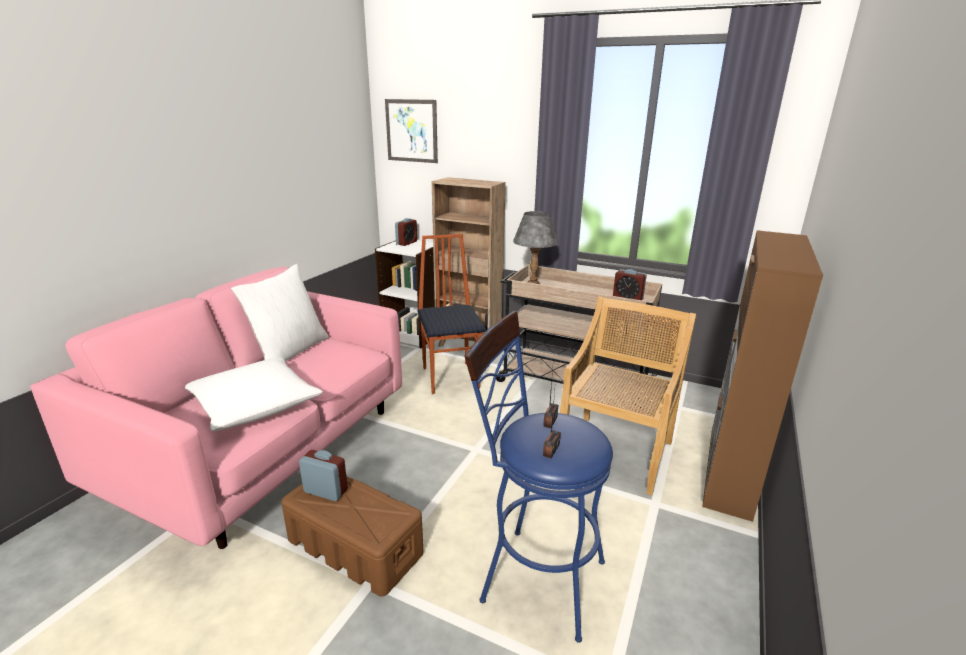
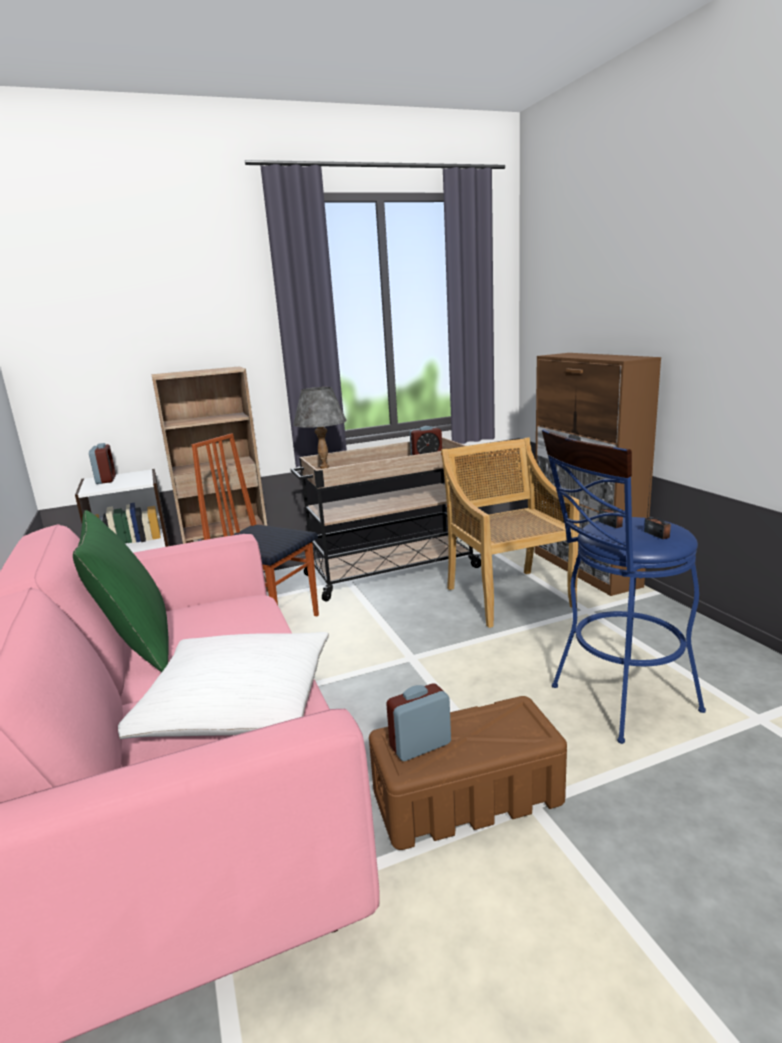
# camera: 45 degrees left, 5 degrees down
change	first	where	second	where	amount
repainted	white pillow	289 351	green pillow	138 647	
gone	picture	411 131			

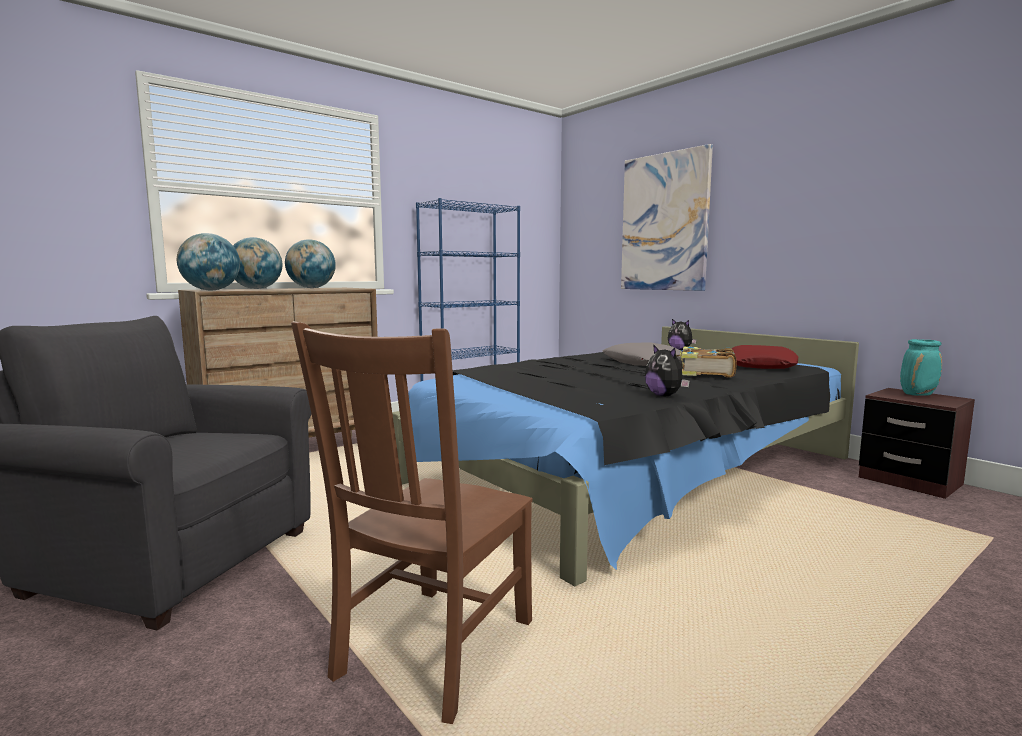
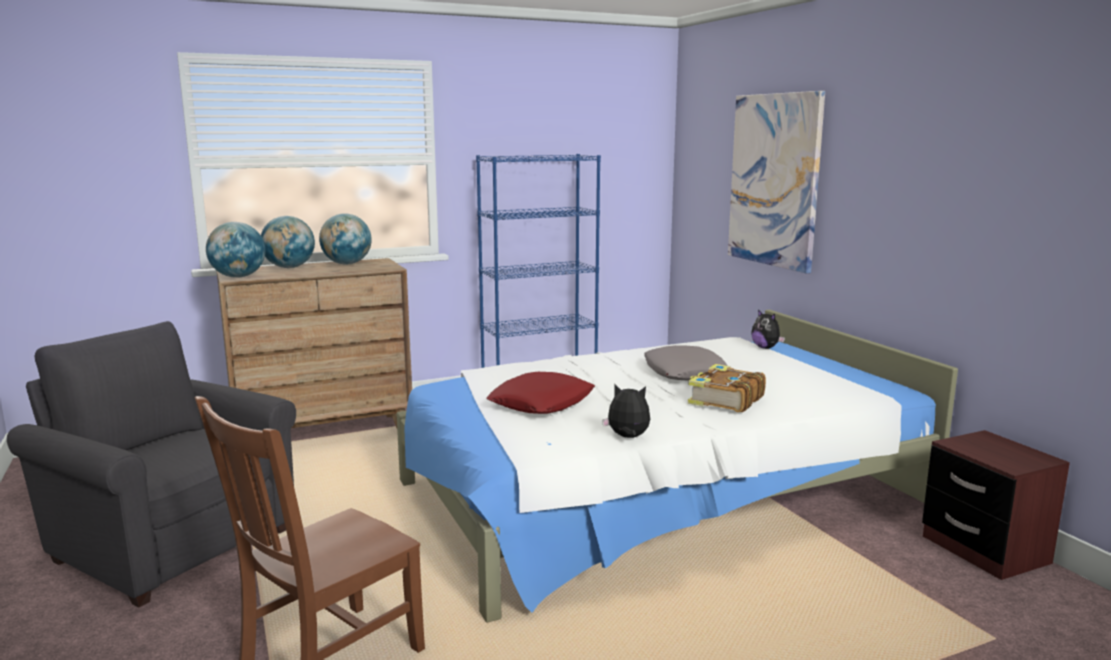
# camera: 15 degrees right, 5 degrees up
change	first	where	second	where	amount
repainted	black bed	632 470	white bed	657 495	
rotated	plush toy	664 396		627 437	120 degrees clockwise
shifted	red pillow	761 365		541 403	
gone	turquoise vase	918 394			

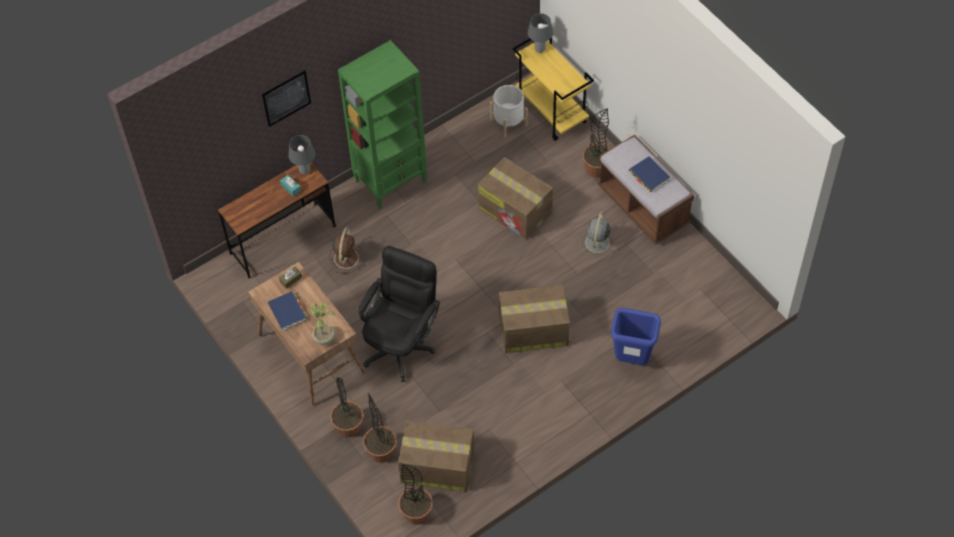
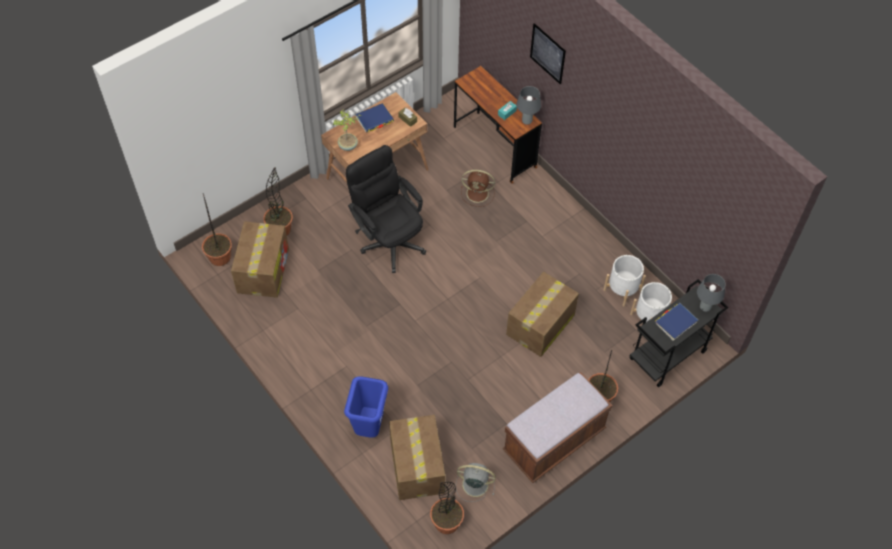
# camera: 85 degrees right, 0 degrees up
change	first	where	second	where	amount
shifted	potted plant	348 427		446 522	
gone	green bookcase	391 181			
rotated	black office chair	402 342		389 239	150 degrees counterclockwise
shifted	cardboard box	532 330		417 465	
repainted	yellow cart	552 112	black cart	667 356	
shifted	grey fan	597 243		474 484	
shifted	blue book	649 175		675 322	
new			white planter	622 290	

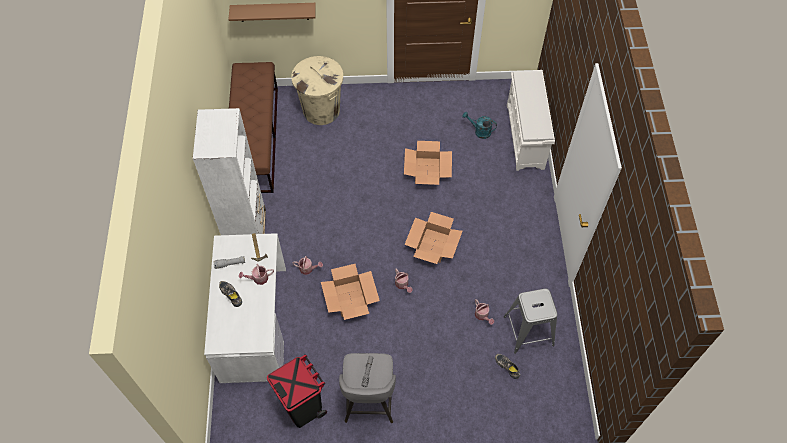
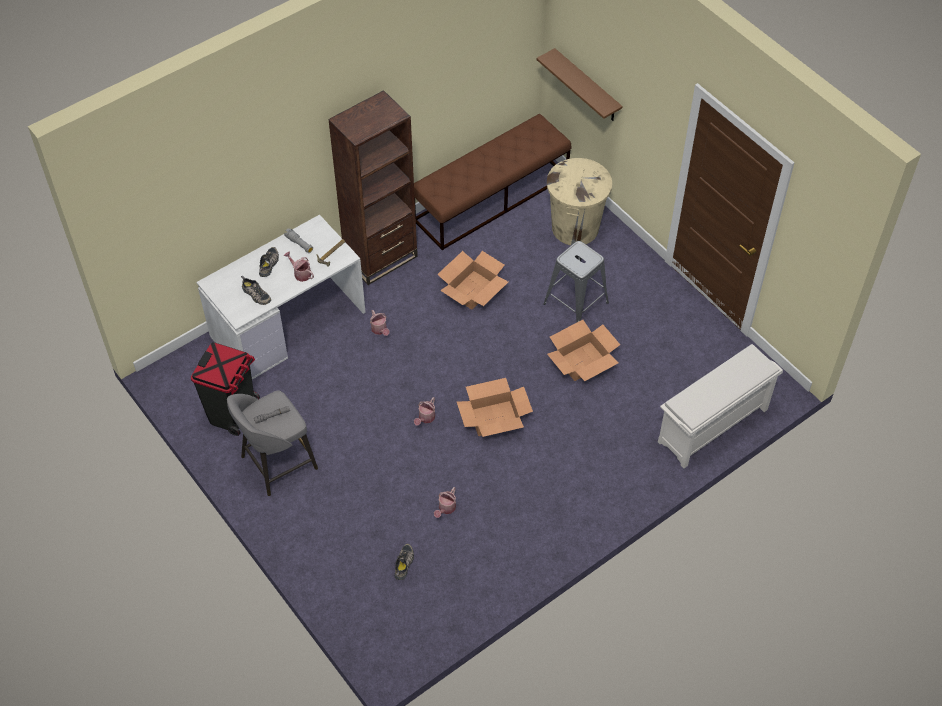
# camera: 55 degrees right, 5 degrees down
change	first	where	second	where	amount
repainted	white bookcase	247 232	brown bookcase	381 258	
shifted	cardboard box	350 298		472 290	
gone	turquoise watering can	479 131			
shifted	grey stool	528 330		576 303	
new			shoe	255 294	

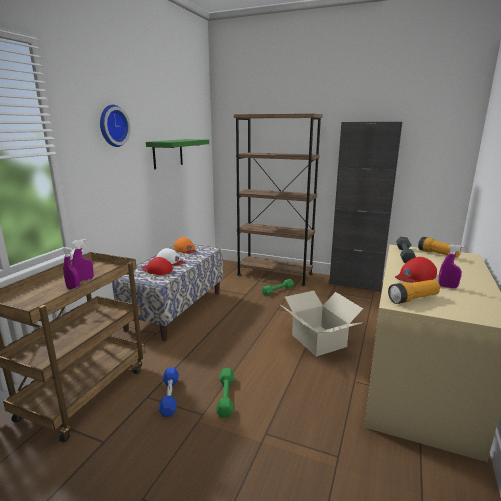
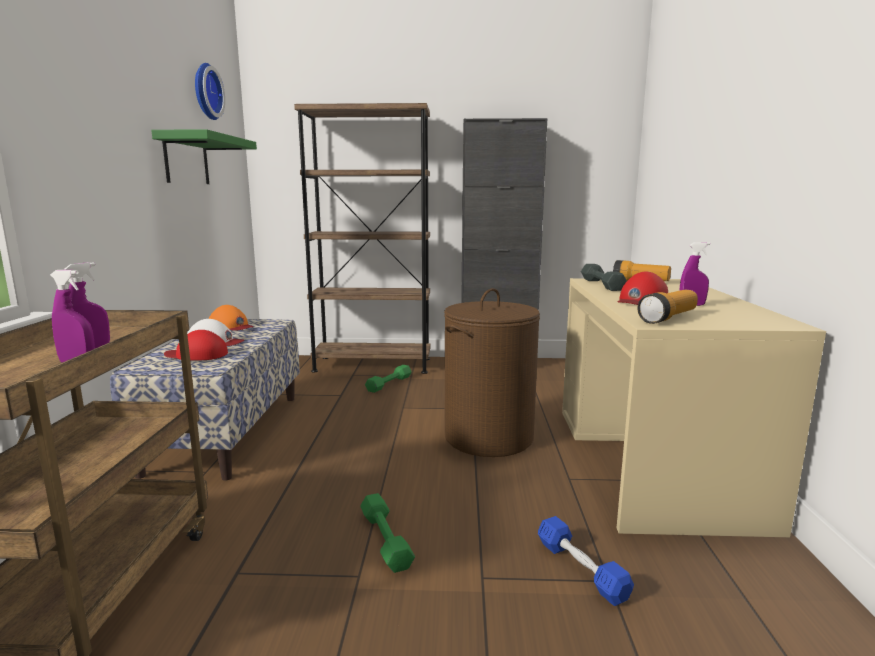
# camera: 20 degrees left, 5 degrees down
change	first	where	second	where	amount
shifted	wall clock	112 126		205 92	
shifted	blue dumbbell	169 396		581 570	
swapped	cardboard box	319 340	brown laundry basket	488 437	

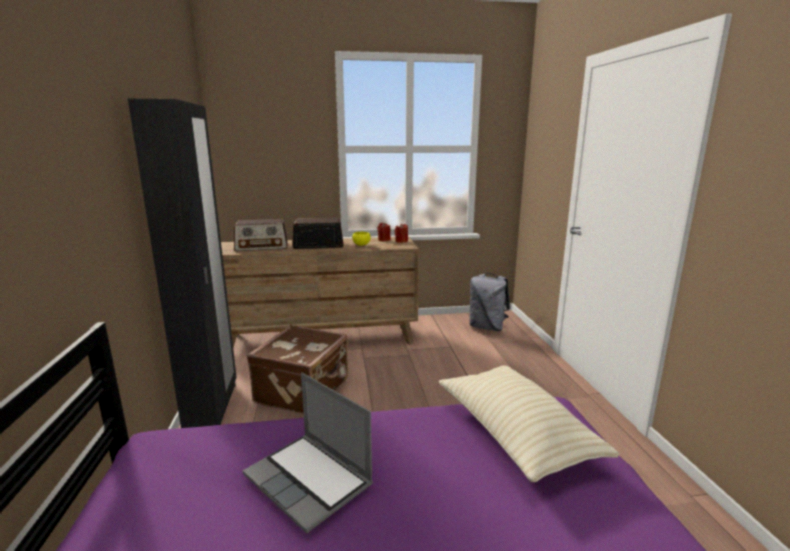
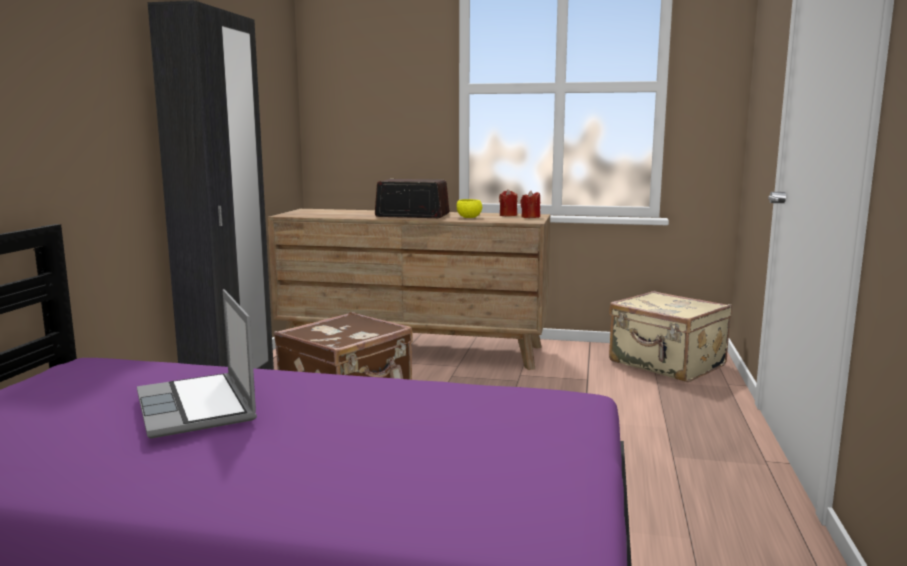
# camera: 20 degrees right, 5 degrees down
change	first	where	second	where	amount
gone	radio	262 247			
gone	beige pillow	515 434			
swapped	grey backpack	487 327	beige suitcase	666 365	

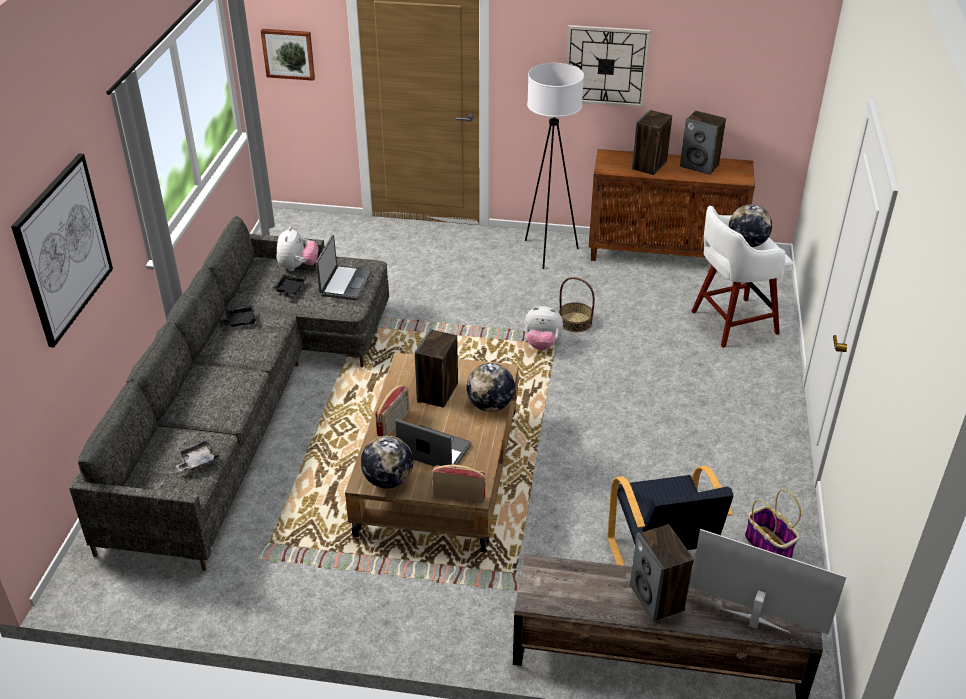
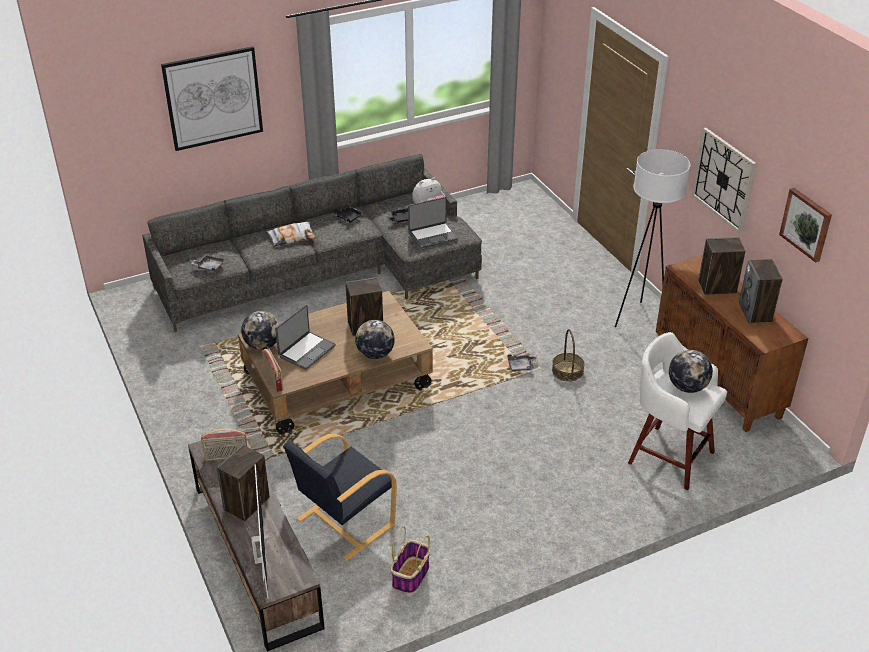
# camera: 55 degrees right, 0 degrees up
change	first	where	second	where	amount
shifted	picture	288 53		806 224	
shifted	radio	394 423		226 457	
rotated	laptop	433 451		306 351	45 degrees clockwise
swapped	plush toy	542 344	grey tray	521 366	
new			pillow	292 237	

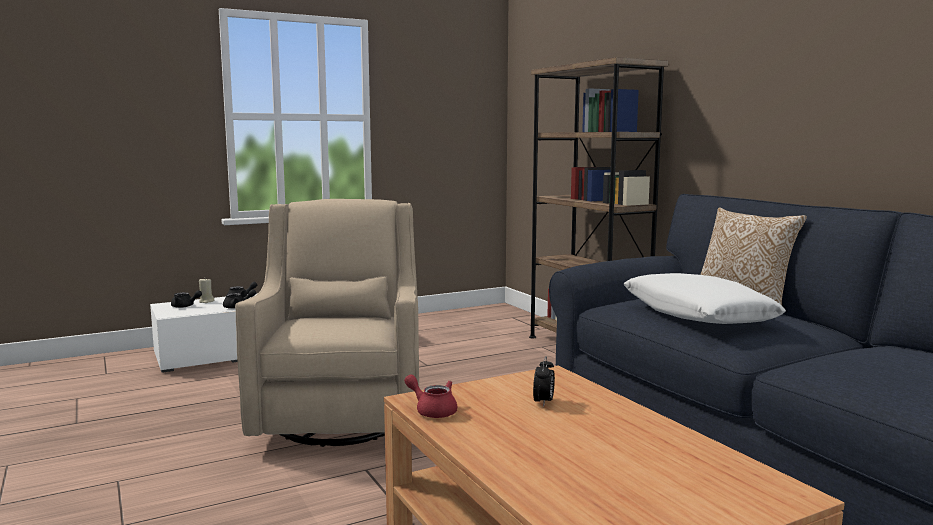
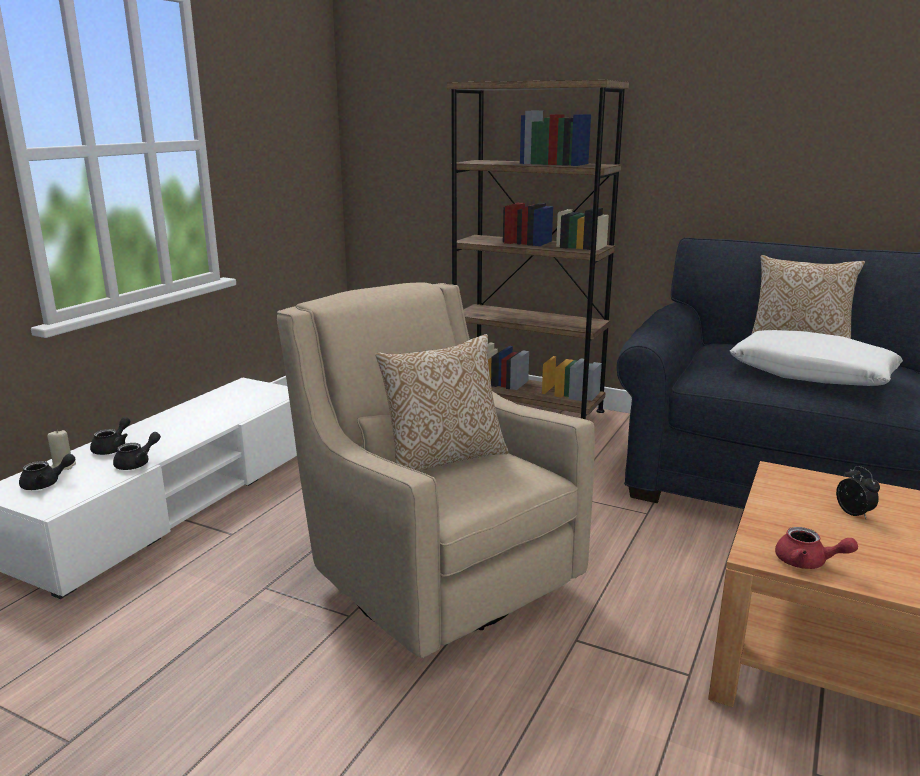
# camera: 35 degrees left, 10 degrees up
change	first	where	second	where	amount
rotated	red teapot	432 410		807 562	150 degrees counterclockwise
new			pillow	443 459	

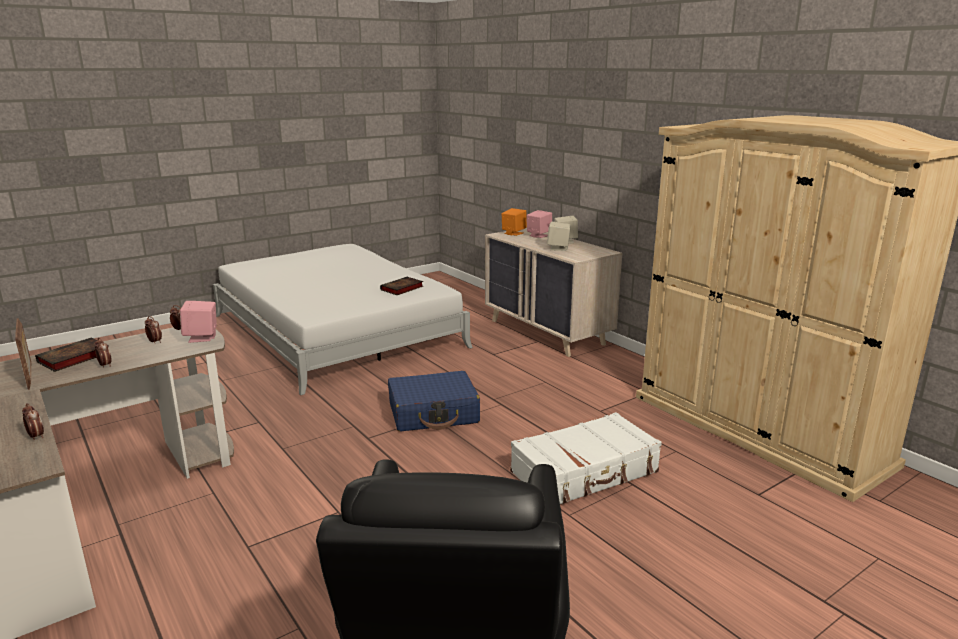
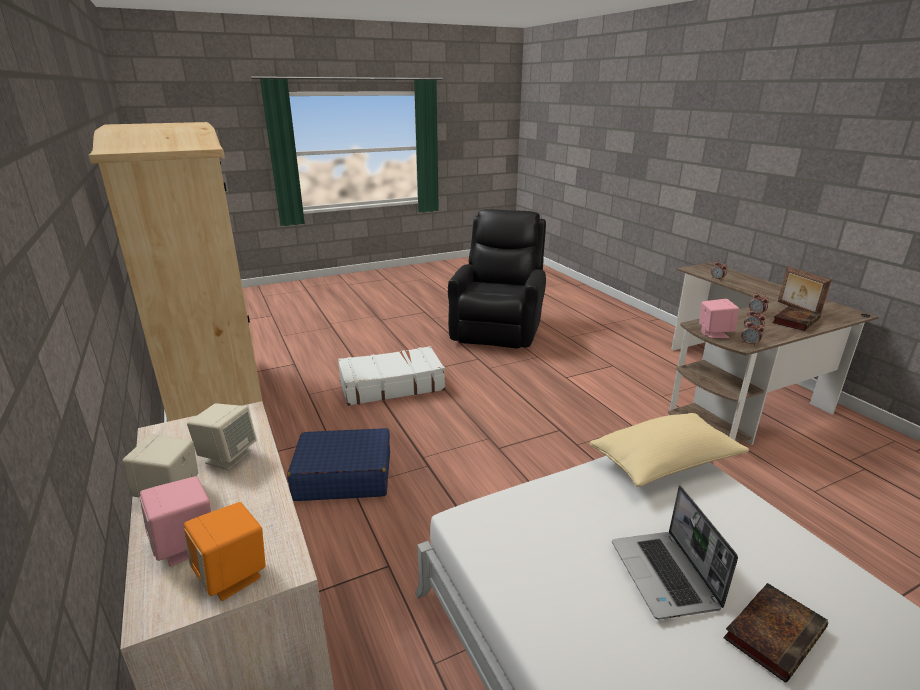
# camera: 170 degrees left, 5 degrees up
change	first	where	second	where	amount
shifted	book	401 289		774 632	
shifted	blue suitcase	433 413		343 476	
new			beige pillow	665 463	
new			laptop	665 576	

